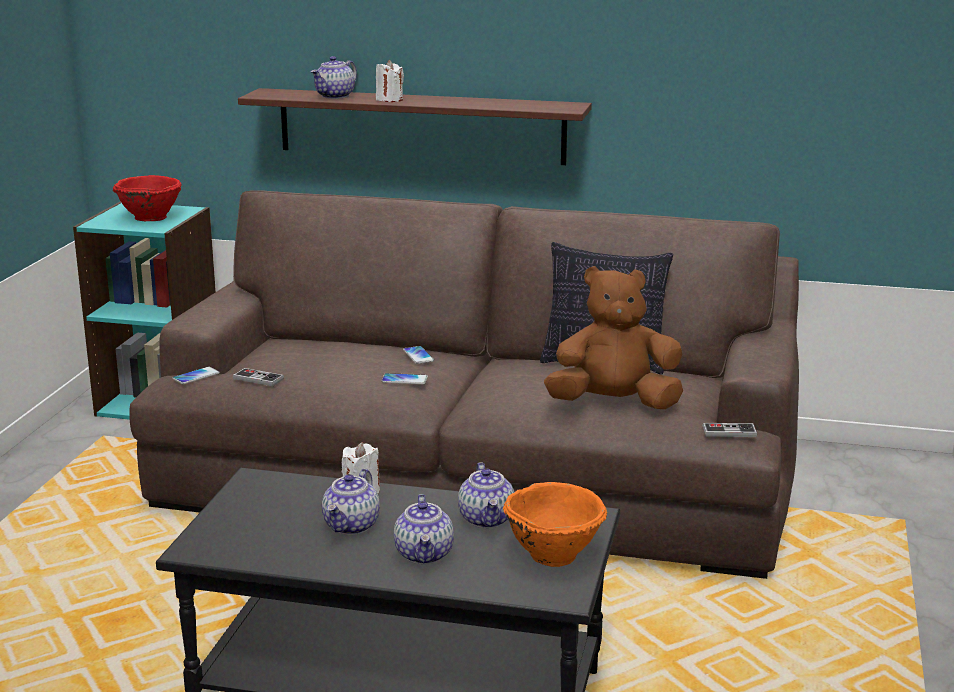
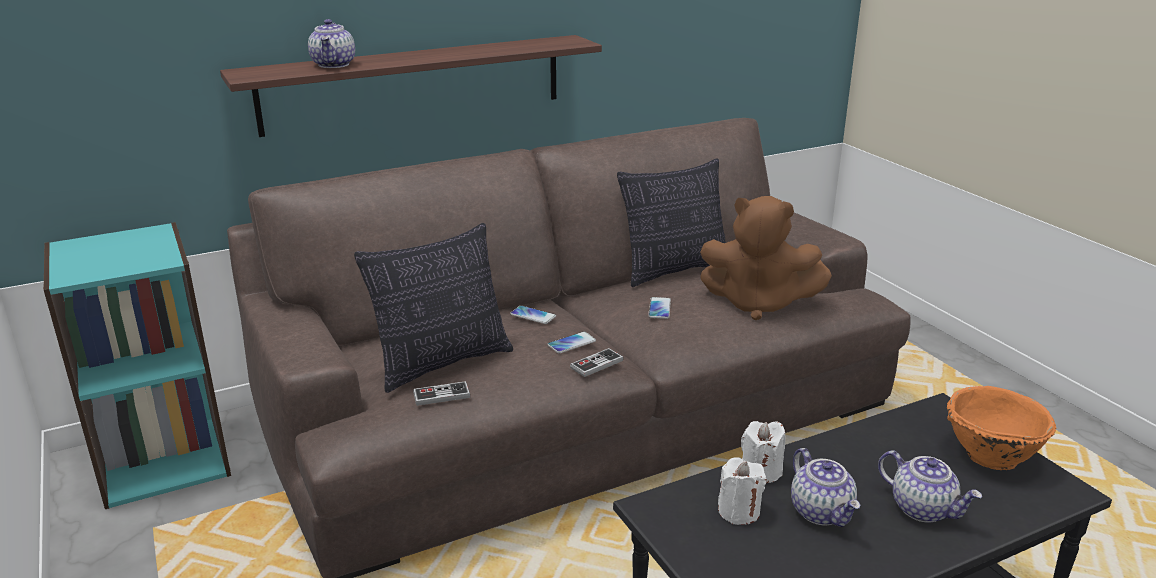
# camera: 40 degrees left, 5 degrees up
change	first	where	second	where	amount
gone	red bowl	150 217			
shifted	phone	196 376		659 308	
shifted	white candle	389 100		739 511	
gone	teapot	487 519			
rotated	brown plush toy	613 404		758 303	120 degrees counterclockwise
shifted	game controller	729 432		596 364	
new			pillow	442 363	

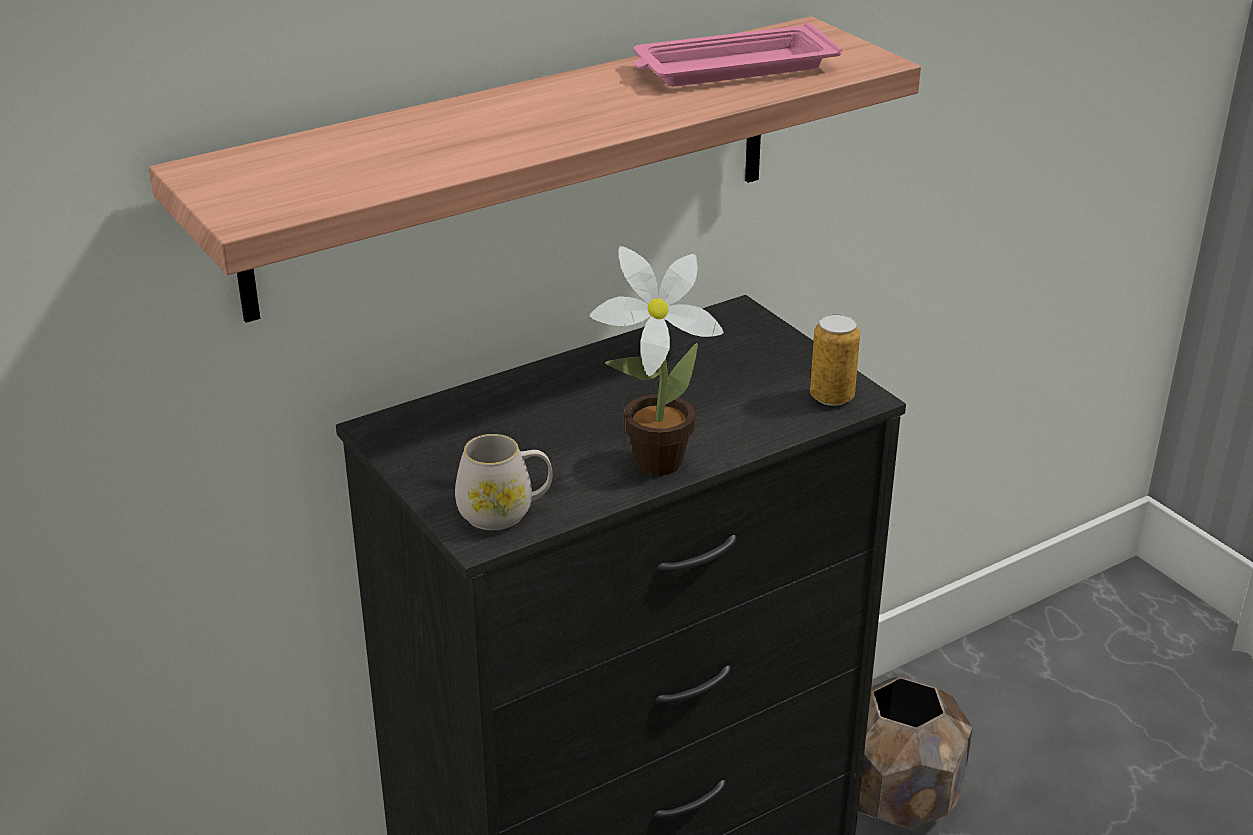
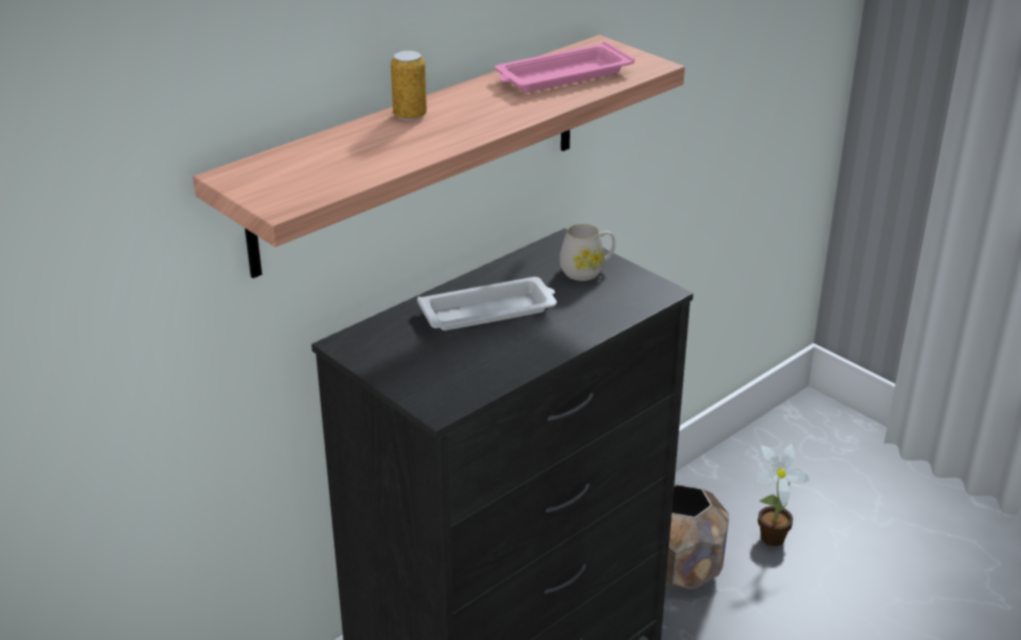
# camera: 10 degrees left, 0 degrees up
change	first	where	second	where	amount
shifted	white mug	505 512		587 271	
shifted	potted plant	649 463		768 539	
shifted	can	832 397		410 115	
new			white tray	490 311	

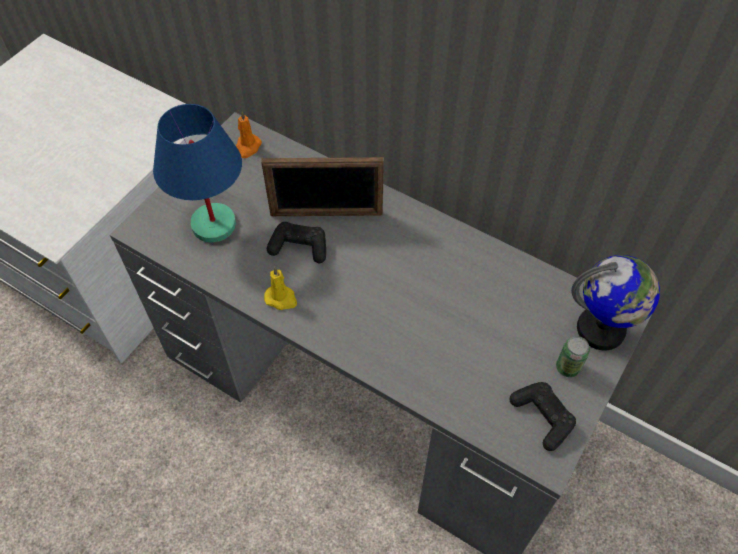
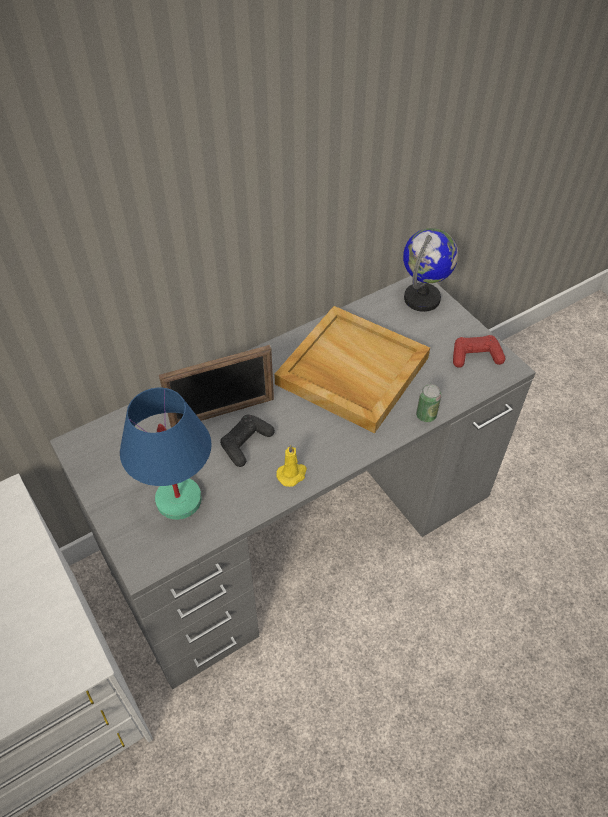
# camera: 65 degrees left, 5 degrees down
change	first	where	second	where	amount
gone	orange candle	248 147			
rotated	picture frame	326 214		223 413	45 degrees clockwise
repainted	black game controller	542 417	red game controller	475 356	
shifted	can	567 367		426 415	
new			beige tray	351 371	

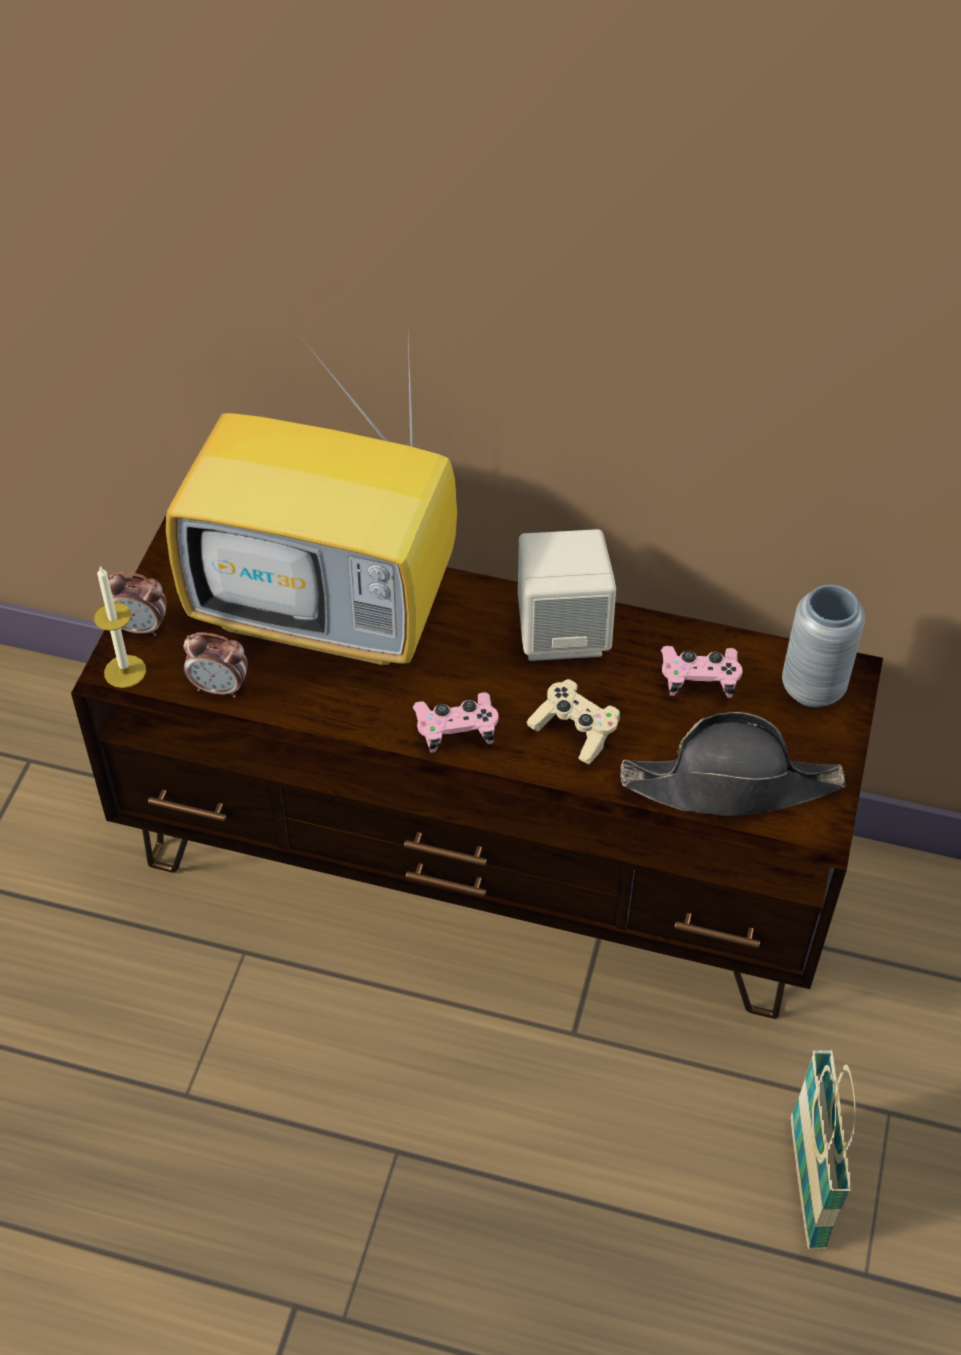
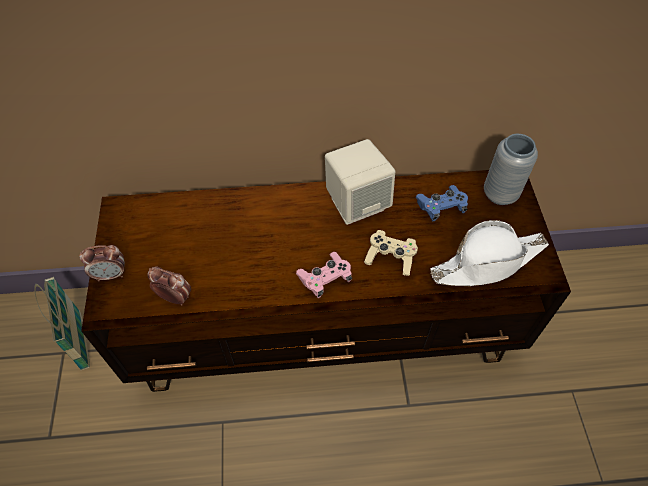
# camera: 20 degrees left, 5 degrees up
change	first	where	second	where	amount
gone	candle	125 671			
gone	television	329 611			
rotated	alarm clock	220 688		174 297	150 degrees counterclockwise
repainted	black hat	731 785	white hat	488 262	
repainted	pink game controller	699 679	blue game controller	441 207	
shifted	basket	807 1184		81 341	

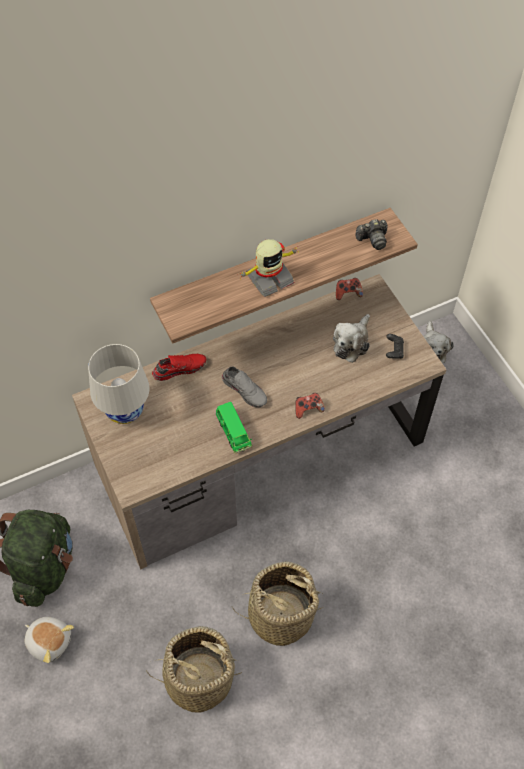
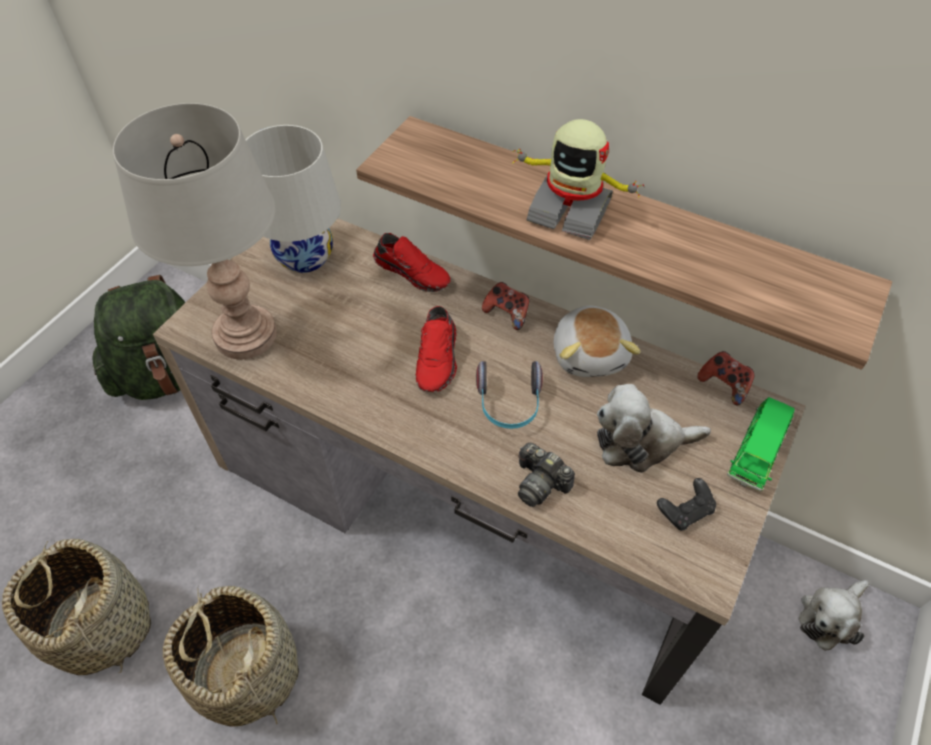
# camera: 55 degrees right, 5 degrees down
change	first	where	second	where	amount
shifted	plush toy	50 641		590 354	
shifted	green toy car	233 432		756 453	
repainted	grey shoe	245 390	red shoe	438 359	
shifted	game controller	308 409		507 314	
shifted	photo camera	373 239		540 483	
new			grey table lamp	246 335	
new			headphones	509 404	

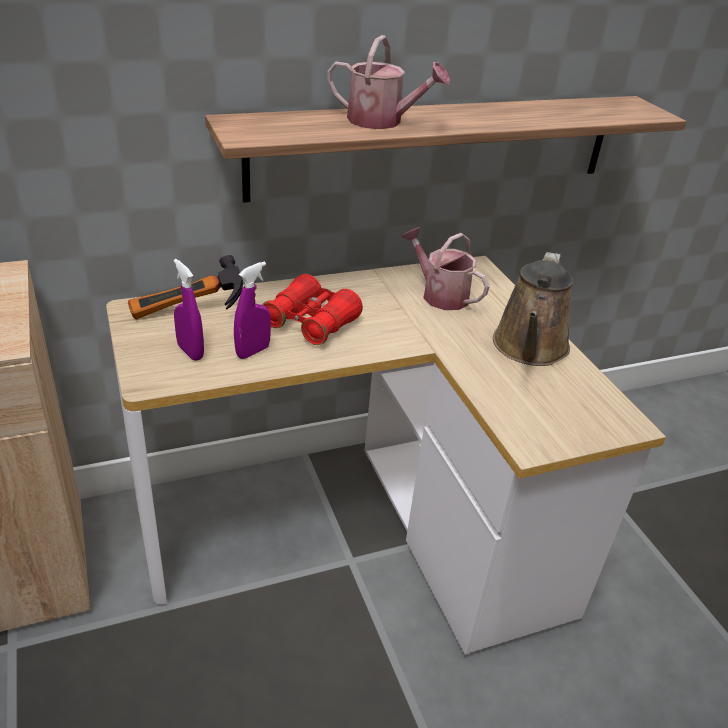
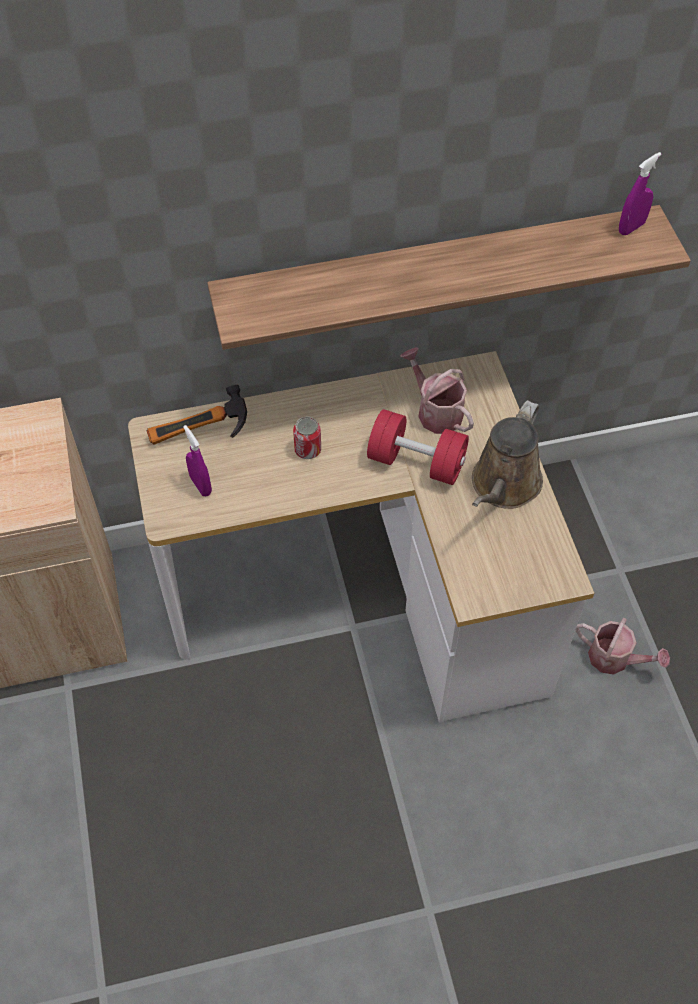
# camera: 10 degrees right, 20 degrees up
change	first	where	second	where	amount
shifted	purple spray bottle	253 351		631 227	
swapped	red binoculars	311 323	can	308 450	
shifted	watering can	382 121		615 659	
new			red dumbbell	416 462	

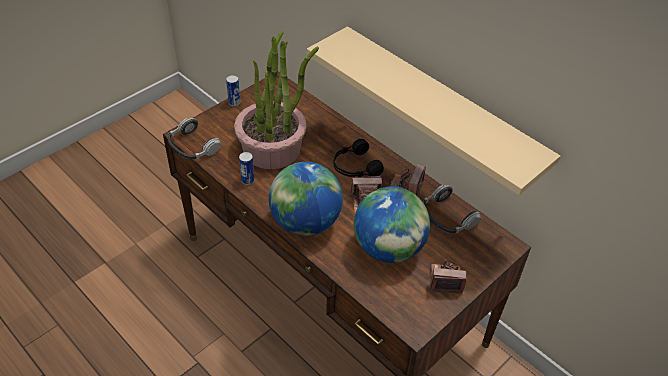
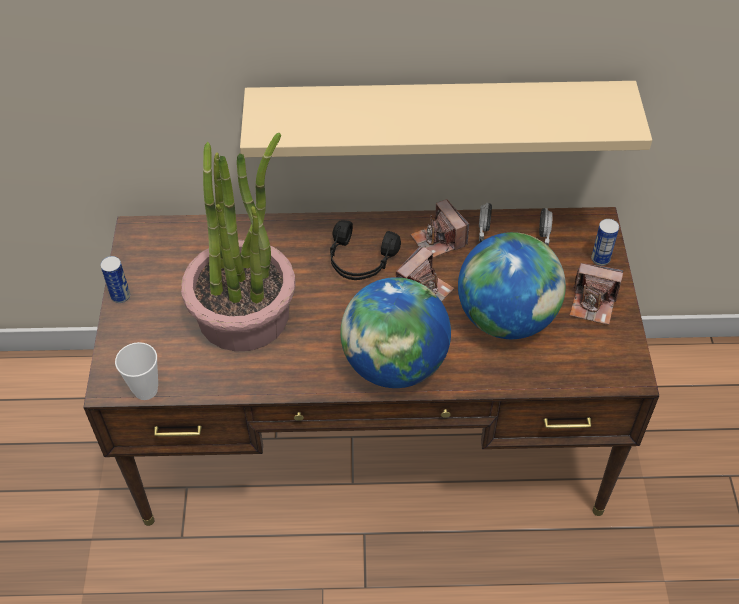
# camera: 45 degrees left, 5 degrees up
change	first	where	second	where	amount
swapped	headphones	192 146	cup	146 390	
shifted	can	247 181		600 259	
rotated	photo camera	445 280		593 304	120 degrees counterclockwise

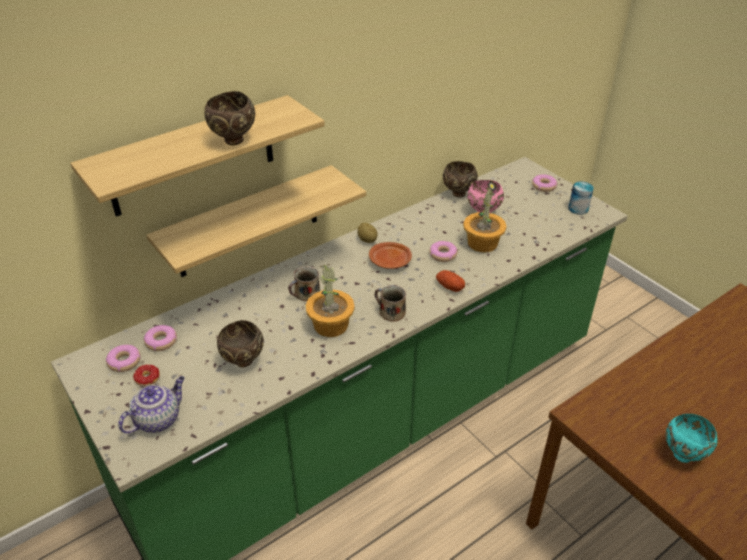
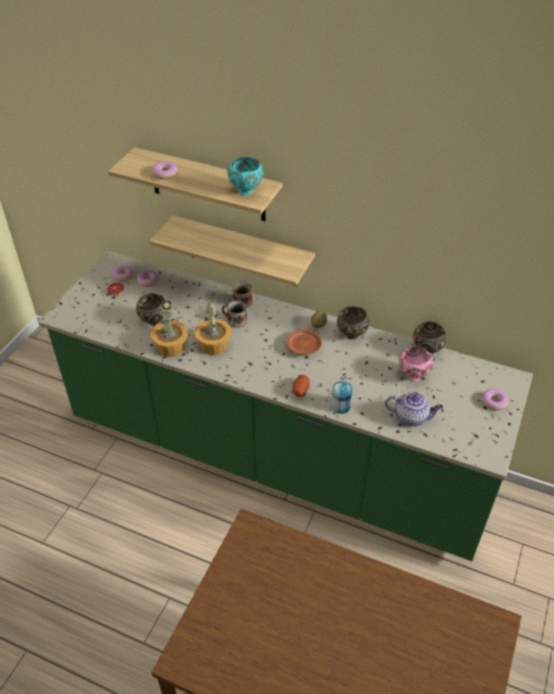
# camera: 60 degrees right, 5 degrees up
change	first	where	second	where	amount
shifted	teapot	158 419		411 417	
shifted	brown bowl	233 141		351 335	
shifted	mug	390 311		242 301	
shifted	donut	443 255		165 174	
shifted	potted plant	482 243		171 347	
shifted	can	578 209		340 406	
shifted	turquoise bowl	683 454		246 191	

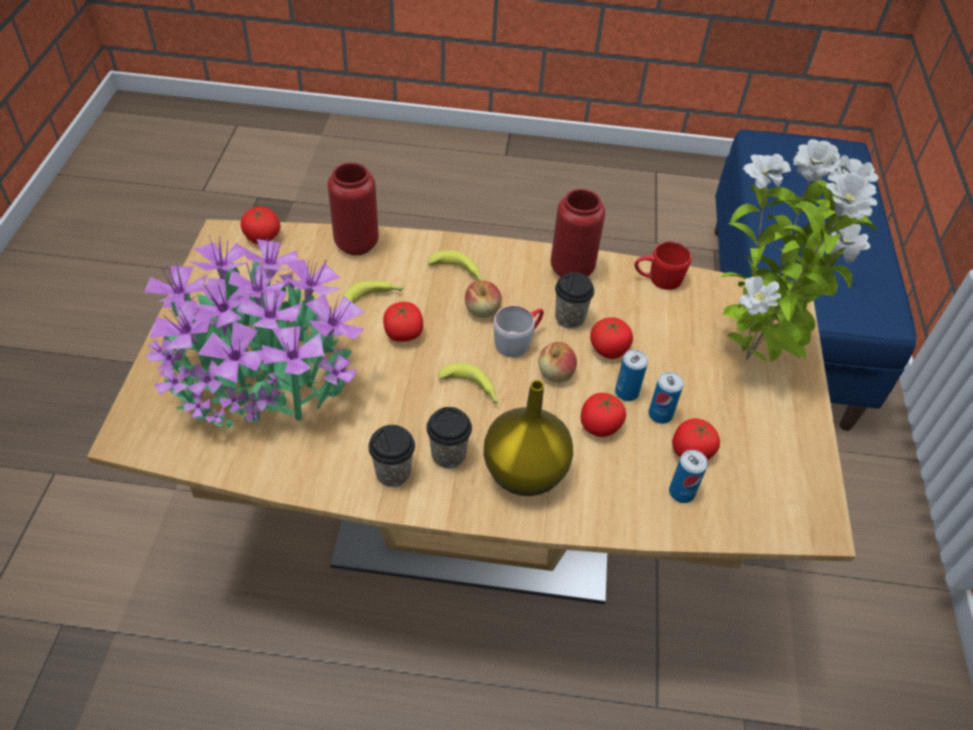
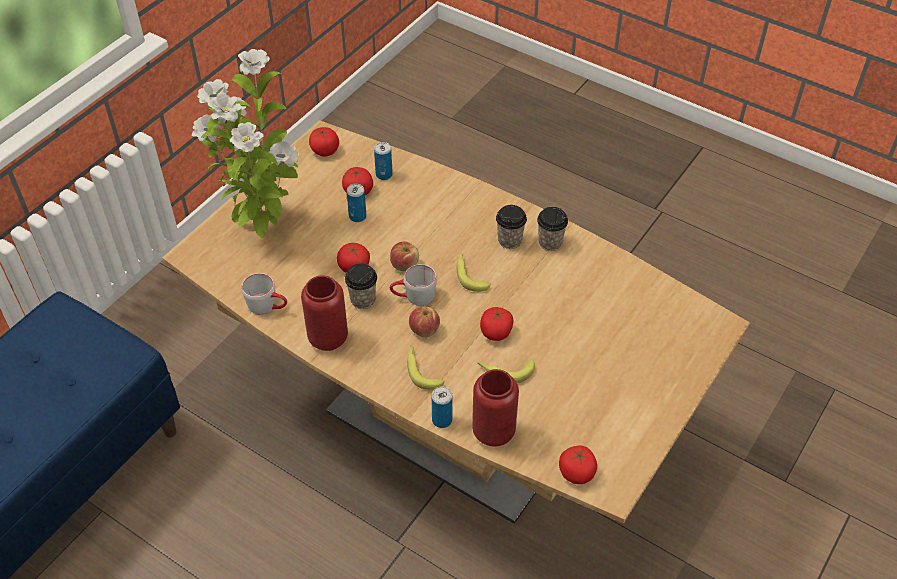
# camera: 150 degrees left, 0 degrees up
change	first	where	second	where	amount
gone	potted plant	262 379			
gone	yellow vase	526 474			
shifted	tomato	600 426		325 150	
shifted	can	626 392		442 420	
repainted	red mug	657 279	grey mug	268 306	

